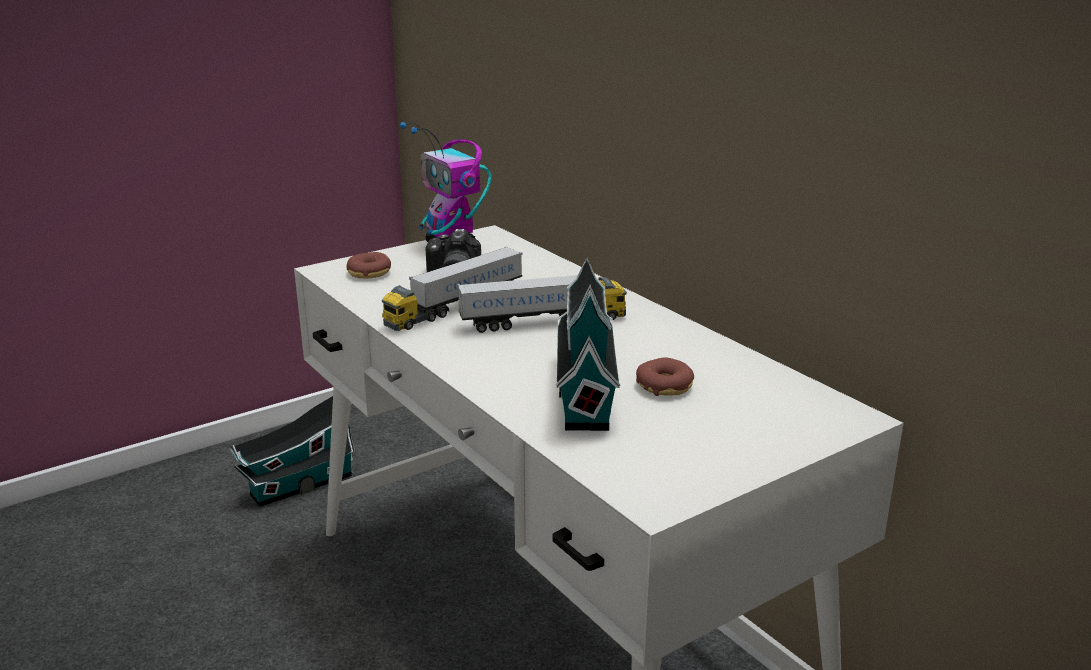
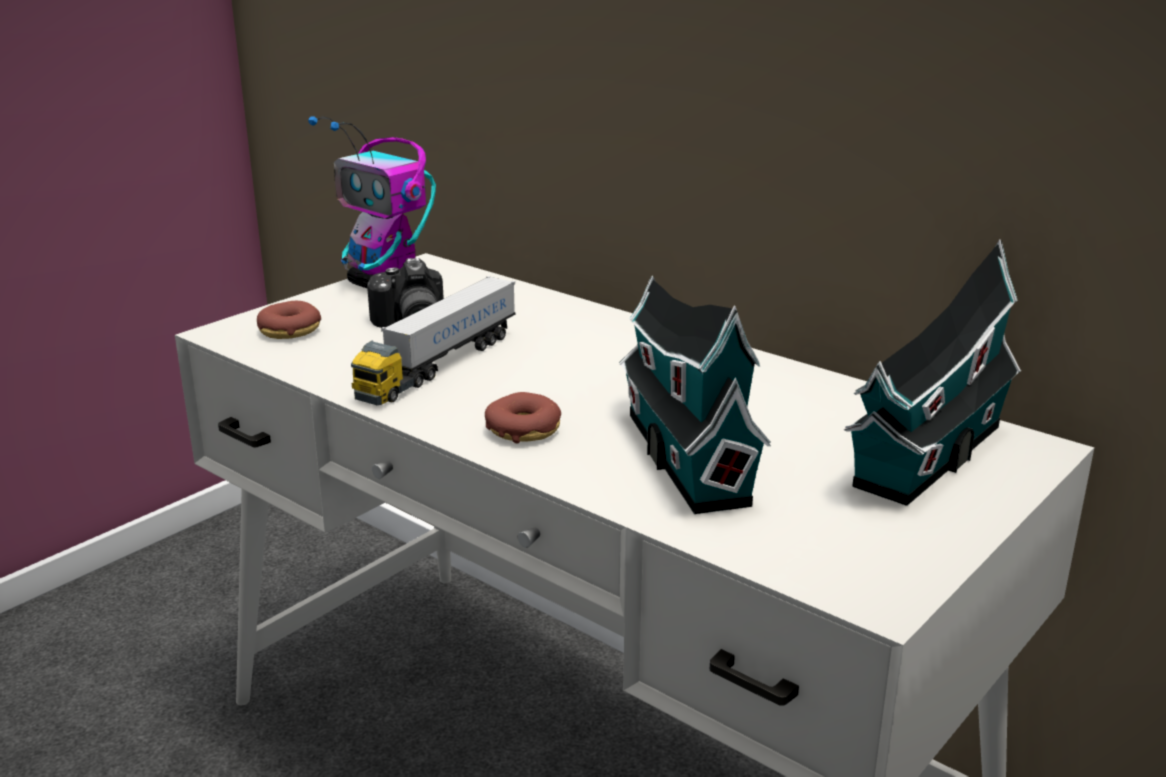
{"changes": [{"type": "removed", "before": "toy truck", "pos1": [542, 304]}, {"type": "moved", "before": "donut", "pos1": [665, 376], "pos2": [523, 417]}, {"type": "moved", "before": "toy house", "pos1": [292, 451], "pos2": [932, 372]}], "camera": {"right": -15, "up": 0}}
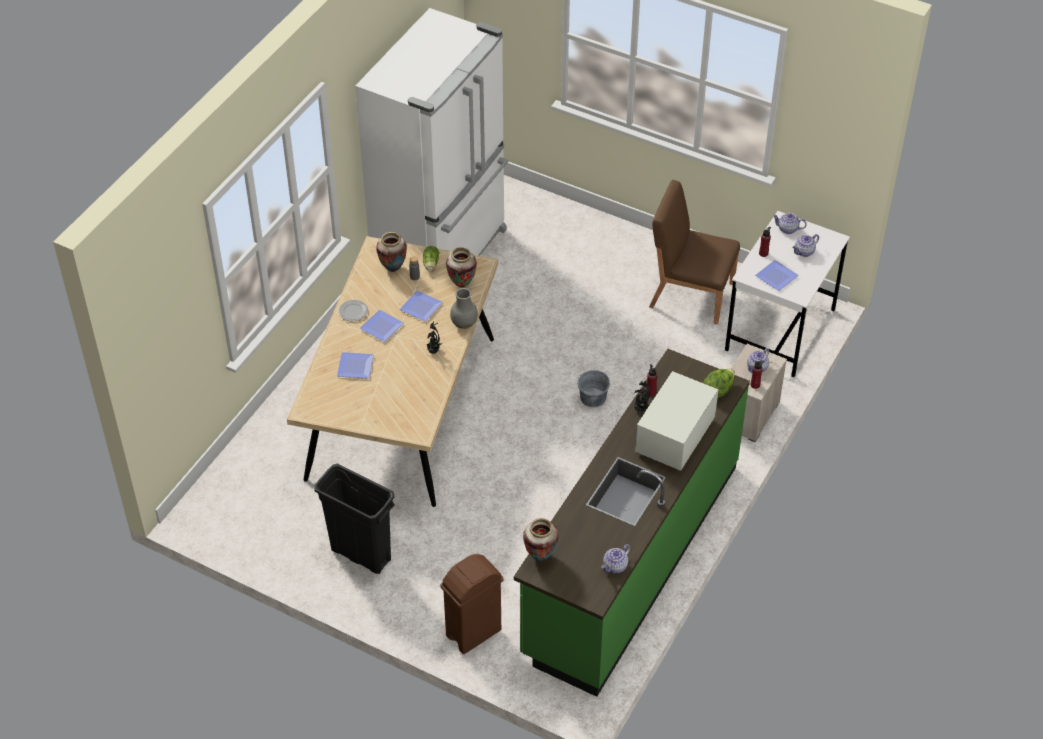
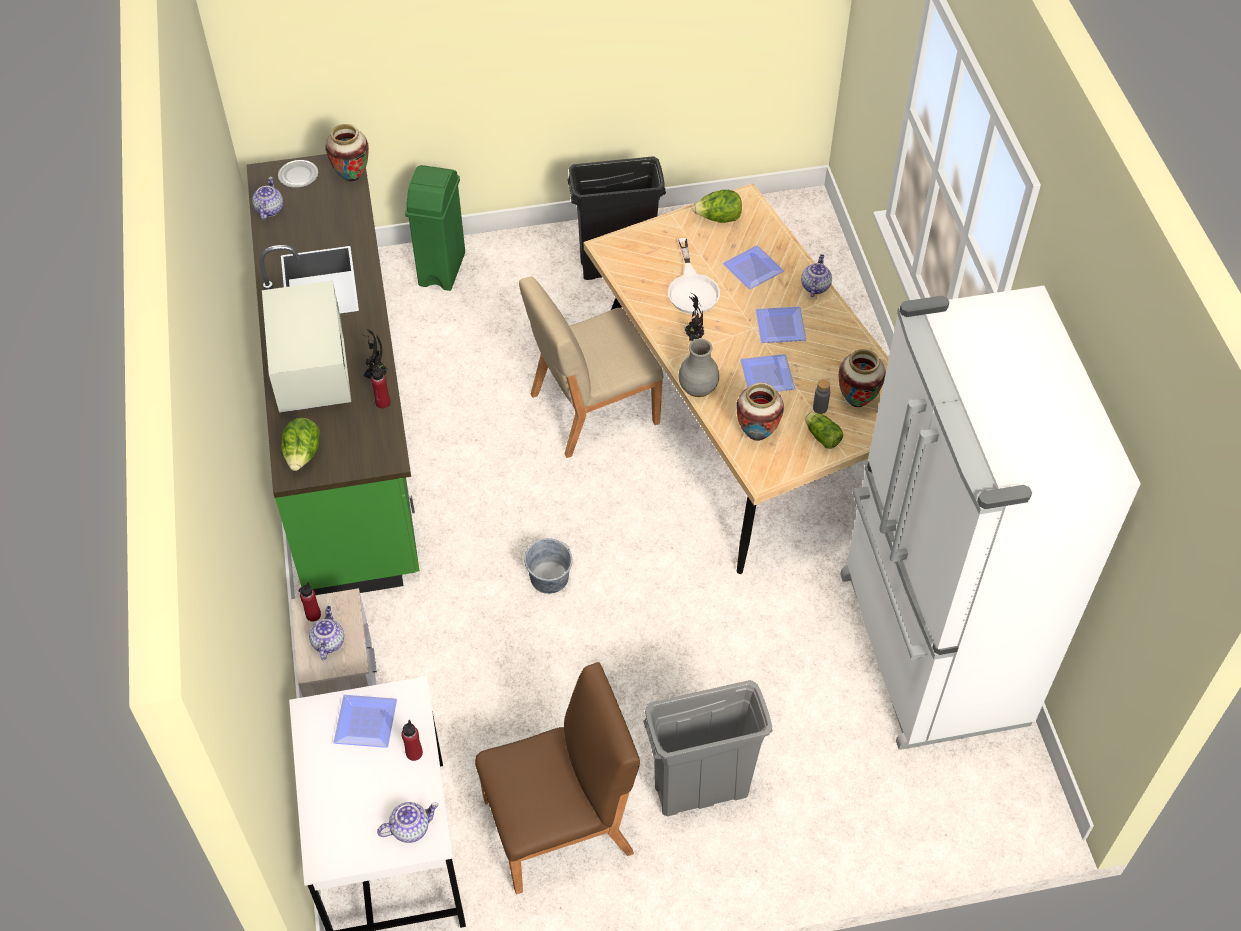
{"changes": [{"type": "moved", "before": "teapot", "pos1": [805, 245], "pos2": [816, 275]}, {"type": "moved", "before": "plate", "pos1": [353, 310], "pos2": [298, 174]}, {"type": "recoloured", "before": "brown trash can", "after": "green trash can", "pos1": [472, 604], "pos2": [435, 228]}, {"type": "added", "after": "lettuce", "pos2": [717, 206]}, {"type": "added", "after": "white frying pan", "pos2": [694, 276]}, {"type": "added", "after": "beige chair", "pos2": [591, 367]}, {"type": "added", "after": "grey trash can", "pos2": [708, 748]}], "camera": {"right": 140, "up": 5}}
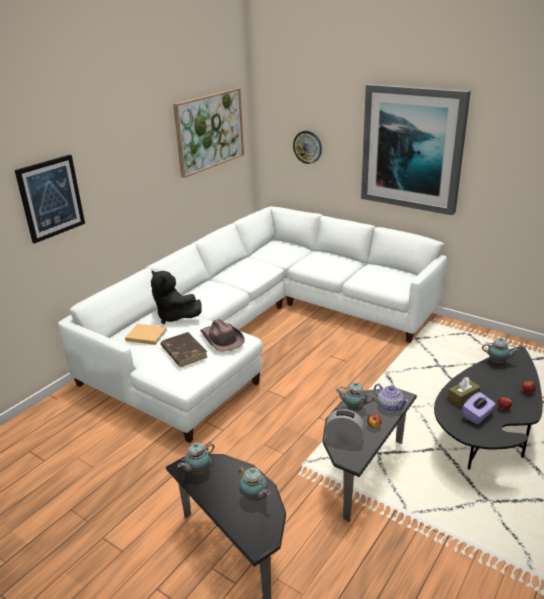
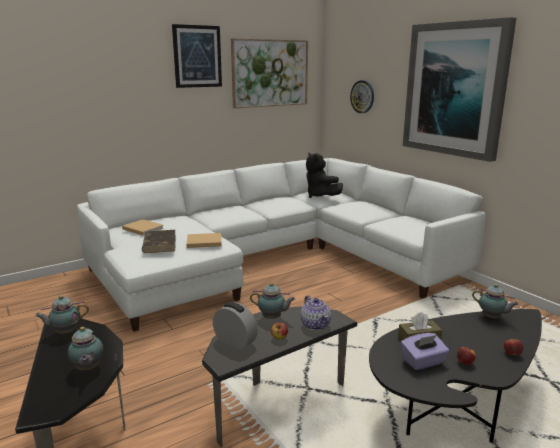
{"changes": [{"type": "moved", "before": "picture", "pos1": [50, 199], "pos2": [197, 56]}, {"type": "moved", "before": "black plush toy", "pos1": [176, 297], "pos2": [324, 175]}, {"type": "replaced", "before": "brown hat", "after": "beige book", "pos1": [222, 335], "pos2": [204, 240]}, {"type": "turned", "before": "teapot", "pos1": [355, 396], "pos2": [273, 301], "turn": 150}], "camera": {"right": 20, "up": -10}}
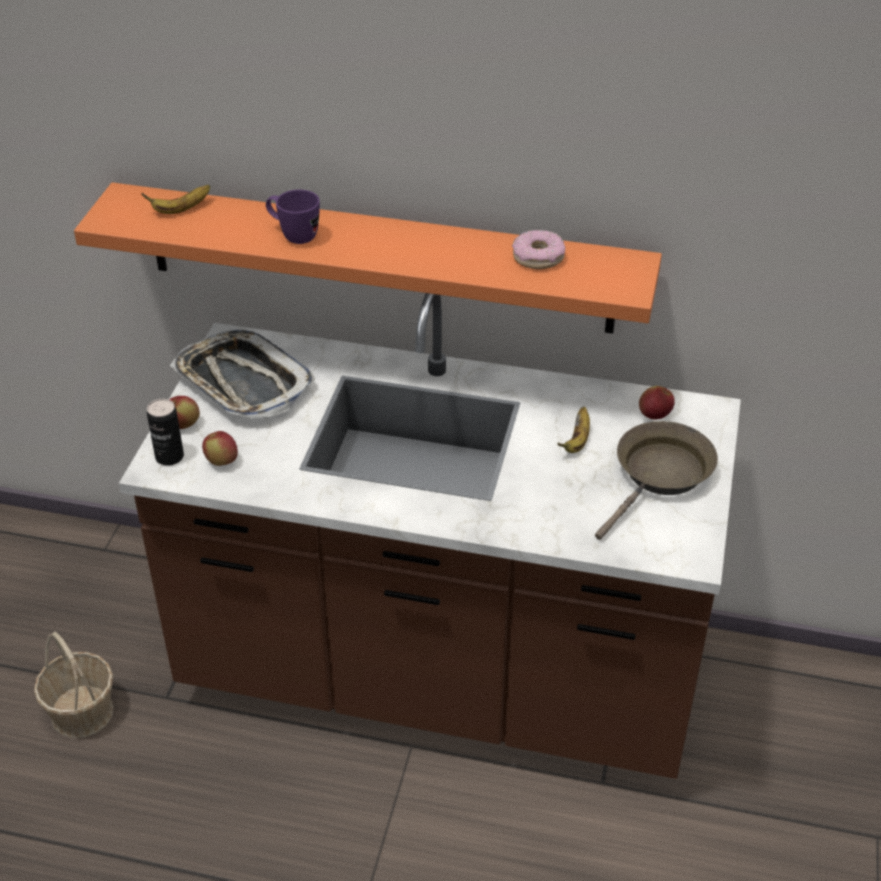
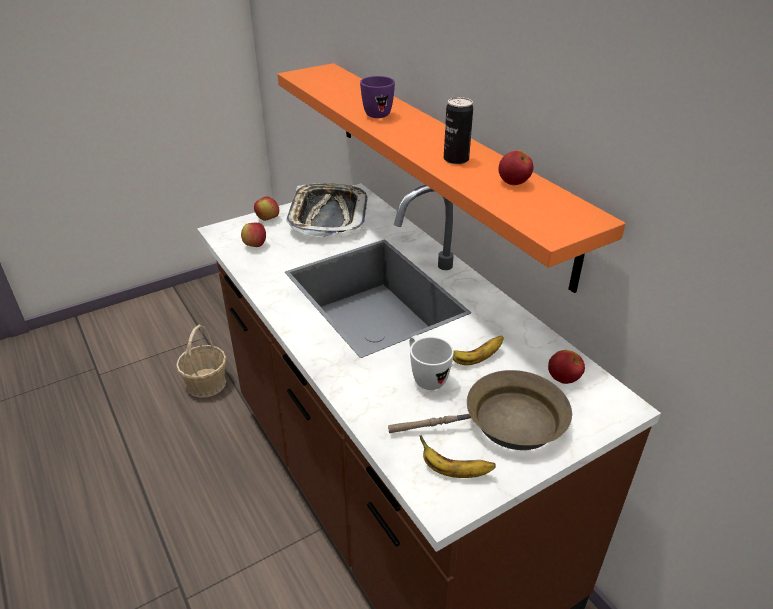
{"changes": [{"type": "moved", "before": "banana", "pos1": [175, 199], "pos2": [457, 456]}, {"type": "replaced", "before": "donut", "after": "apple", "pos1": [538, 249], "pos2": [516, 167]}, {"type": "moved", "before": "can", "pos1": [165, 432], "pos2": [458, 131]}, {"type": "added", "after": "white mug", "pos2": [431, 362]}], "camera": {"right": 45, "up": -5}}
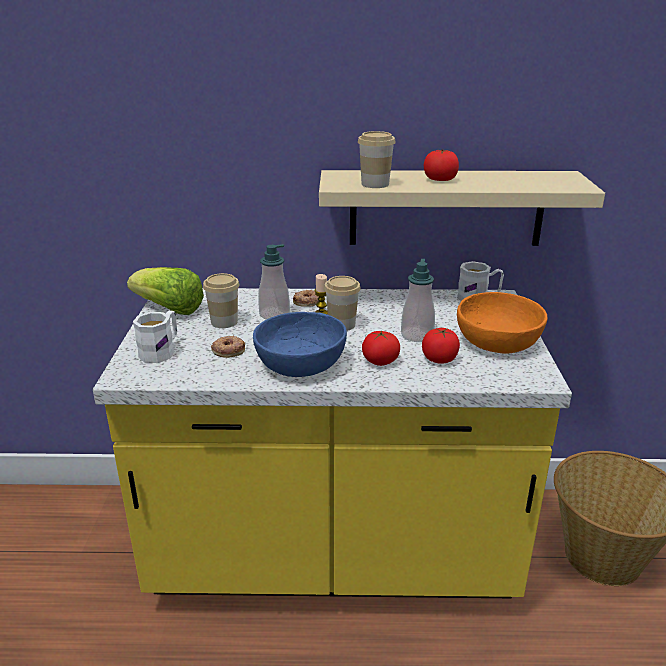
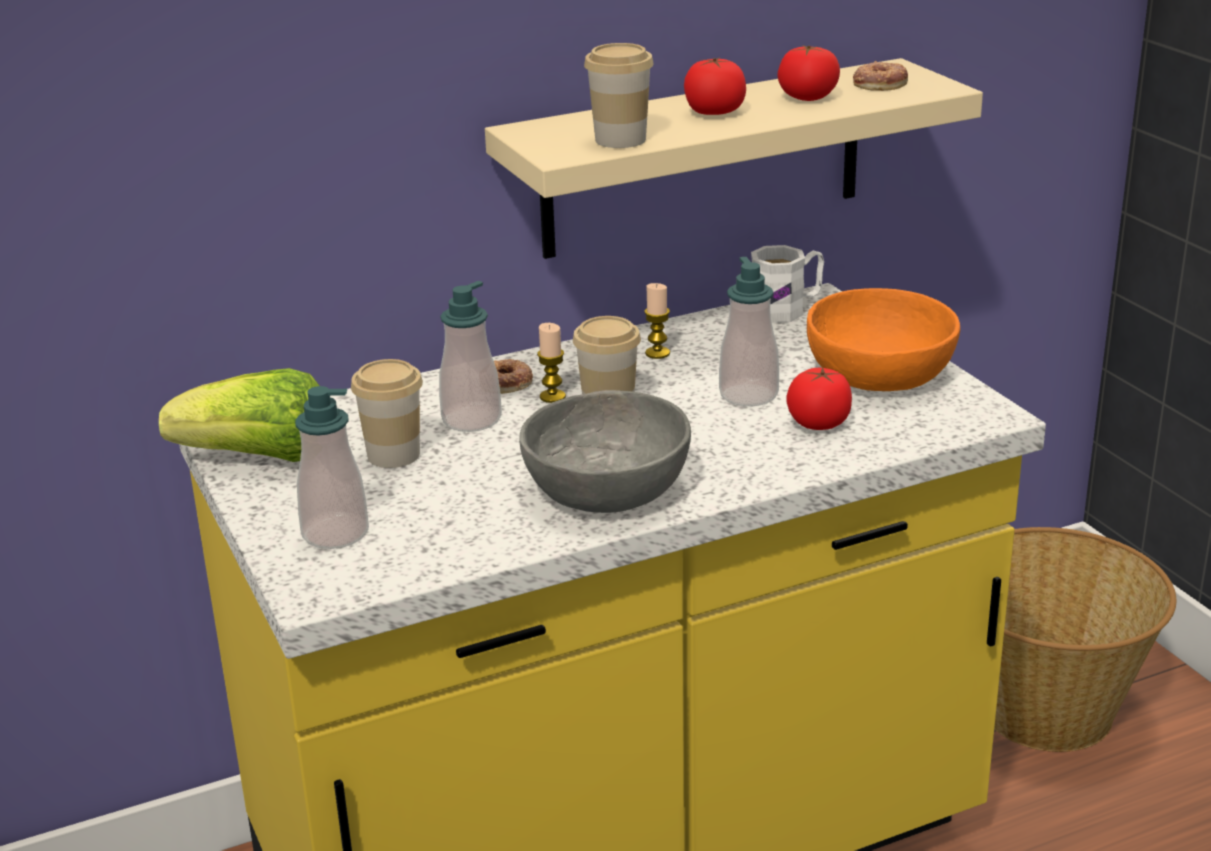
{"changes": [{"type": "replaced", "before": "white mug", "after": "soap dispenser", "pos1": [155, 337], "pos2": [332, 467]}, {"type": "recoloured", "before": "blue bowl", "after": "grey bowl", "pos1": [300, 344], "pos2": [605, 451]}, {"type": "moved", "before": "tomato", "pos1": [381, 348], "pos2": [808, 73]}, {"type": "moved", "before": "donut", "pos1": [228, 346], "pos2": [880, 76]}, {"type": "added", "after": "candle", "pos2": [657, 321]}], "camera": {"right": -25, "up": 0}}
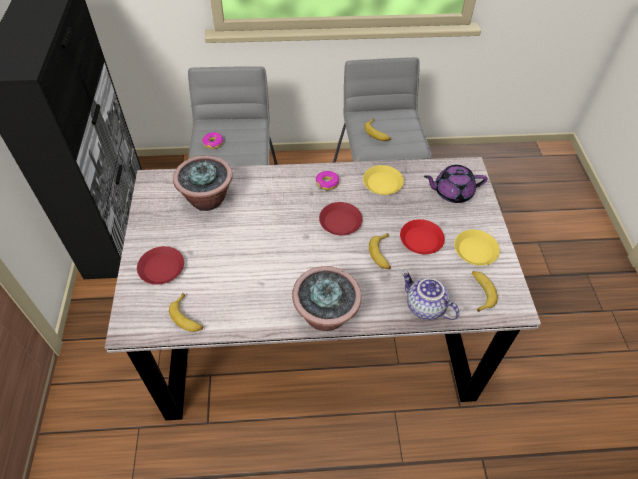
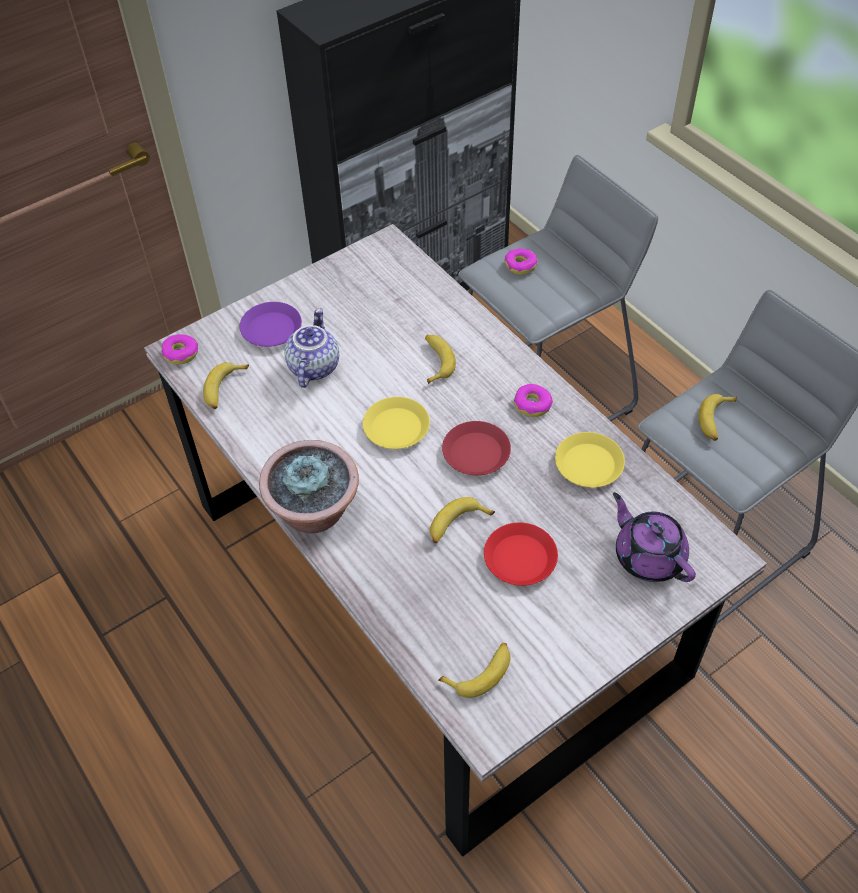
{"changes": [{"type": "removed", "before": "potted plant", "pos1": [203, 183]}, {"type": "moved", "before": "yellow plate", "pos1": [477, 248], "pos2": [396, 423]}, {"type": "recoloured", "before": "red plate", "after": "purple plate", "pos1": [160, 265], "pos2": [270, 324]}, {"type": "moved", "before": "teapot", "pos1": [430, 295], "pos2": [311, 348]}, {"type": "added", "after": "donut", "pos2": [180, 349]}, {"type": "added", "after": "banana", "pos2": [440, 359]}], "camera": {"right": 60, "up": 0}}
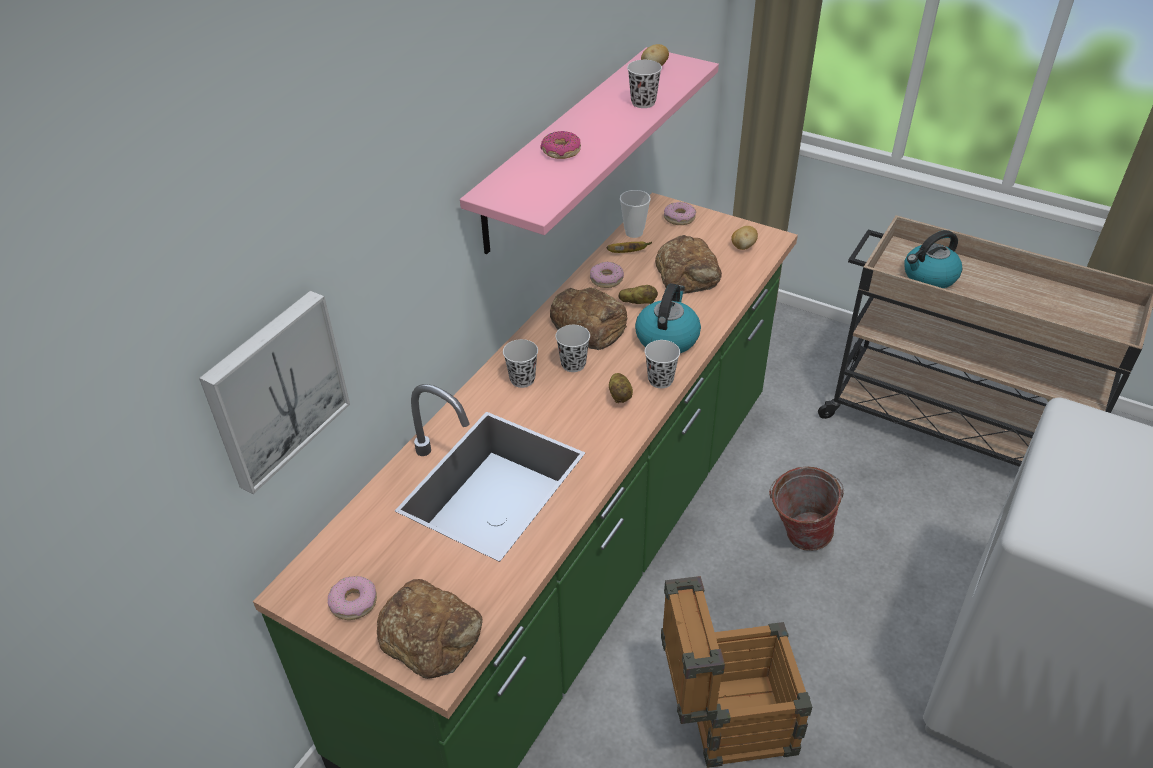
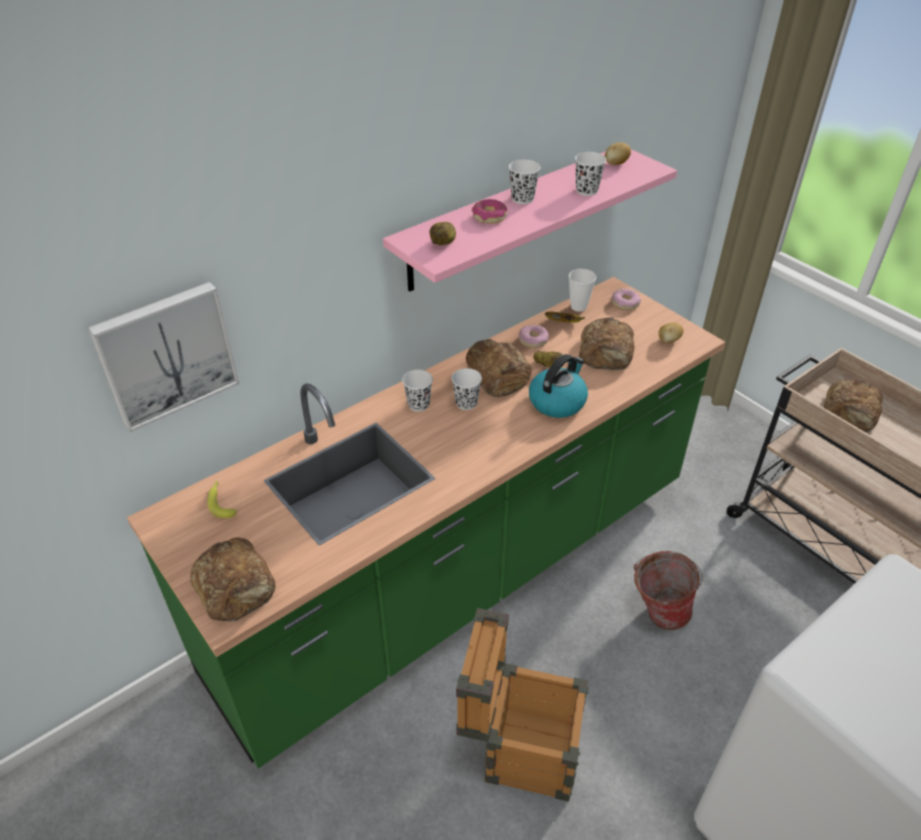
{"changes": [{"type": "replaced", "before": "kettle", "after": "bread", "pos1": [933, 259], "pos2": [853, 405]}, {"type": "moved", "before": "white cup", "pos1": [662, 364], "pos2": [524, 182]}, {"type": "moved", "before": "potato", "pos1": [621, 388], "pos2": [443, 233]}, {"type": "removed", "before": "donut", "pos1": [352, 598]}, {"type": "added", "after": "banana", "pos2": [222, 499]}], "camera": {"right": 20, "up": 0}}
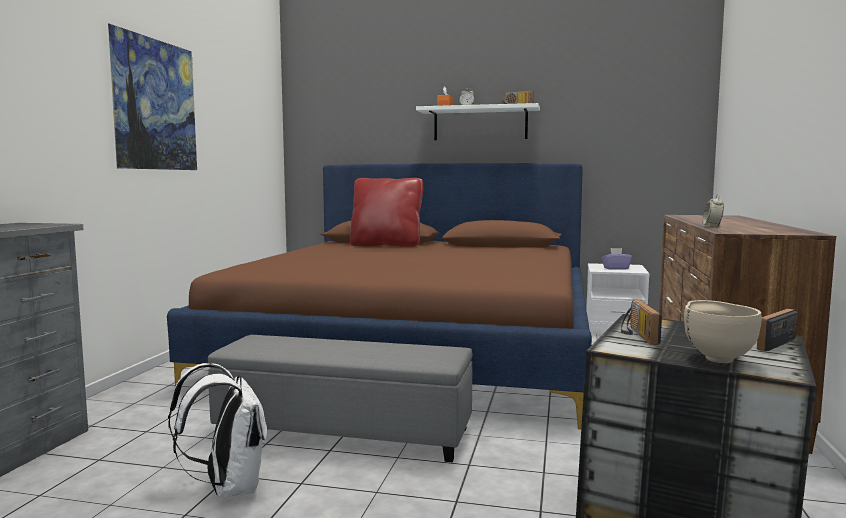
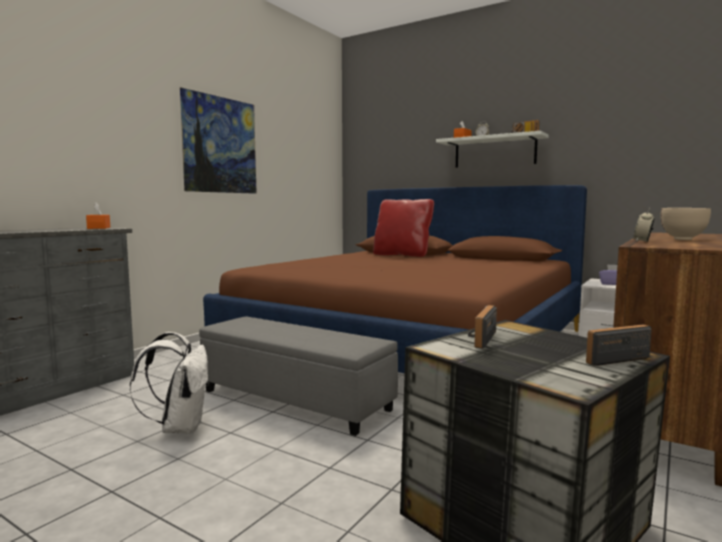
{"changes": [{"type": "moved", "before": "beige bowl", "pos1": [723, 331], "pos2": [686, 224]}, {"type": "added", "after": "orange tissue box", "pos2": [98, 215]}], "camera": {"right": 20, "up": 0}}
